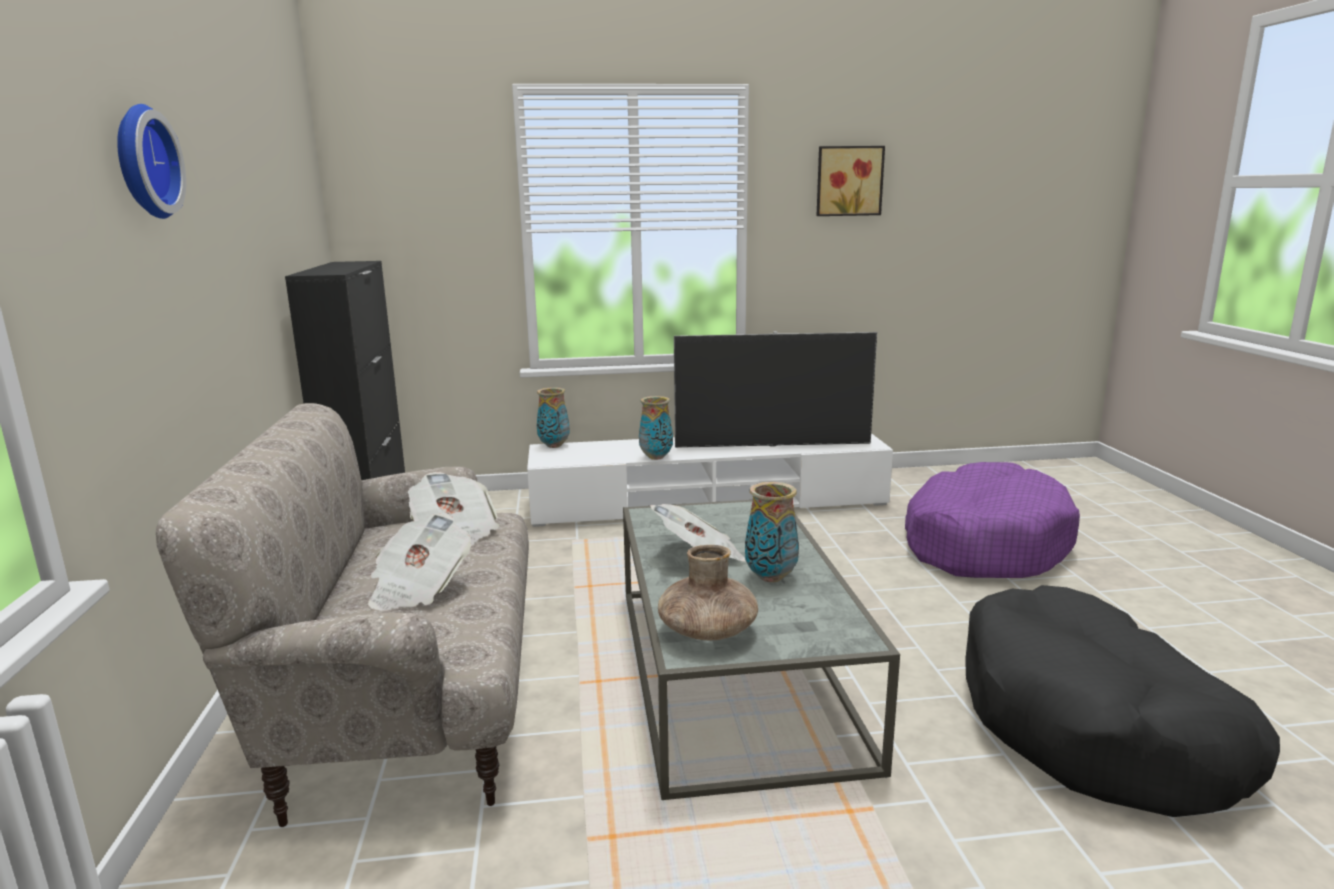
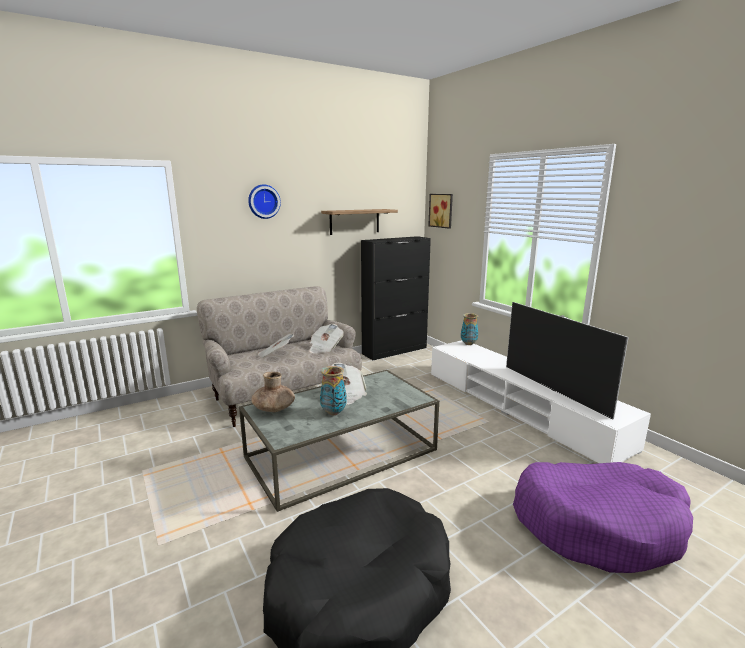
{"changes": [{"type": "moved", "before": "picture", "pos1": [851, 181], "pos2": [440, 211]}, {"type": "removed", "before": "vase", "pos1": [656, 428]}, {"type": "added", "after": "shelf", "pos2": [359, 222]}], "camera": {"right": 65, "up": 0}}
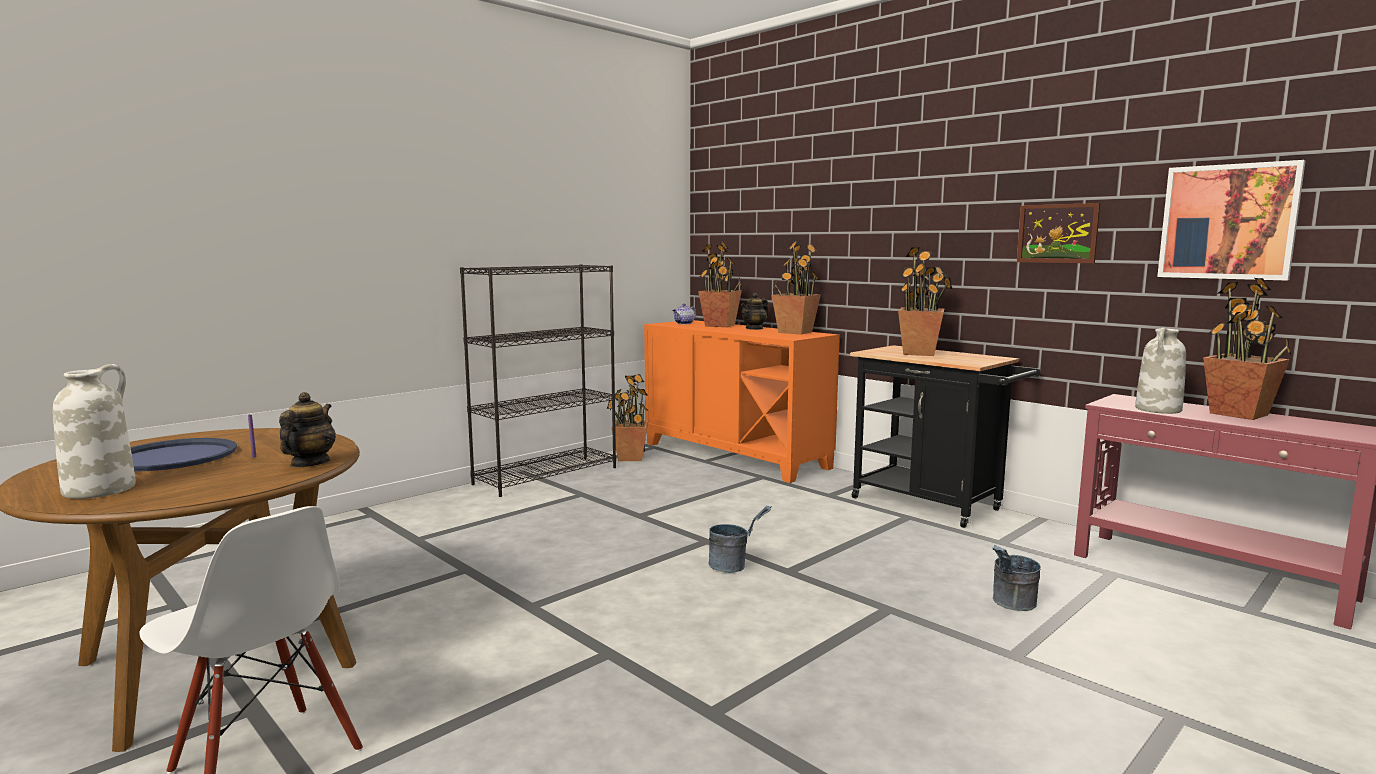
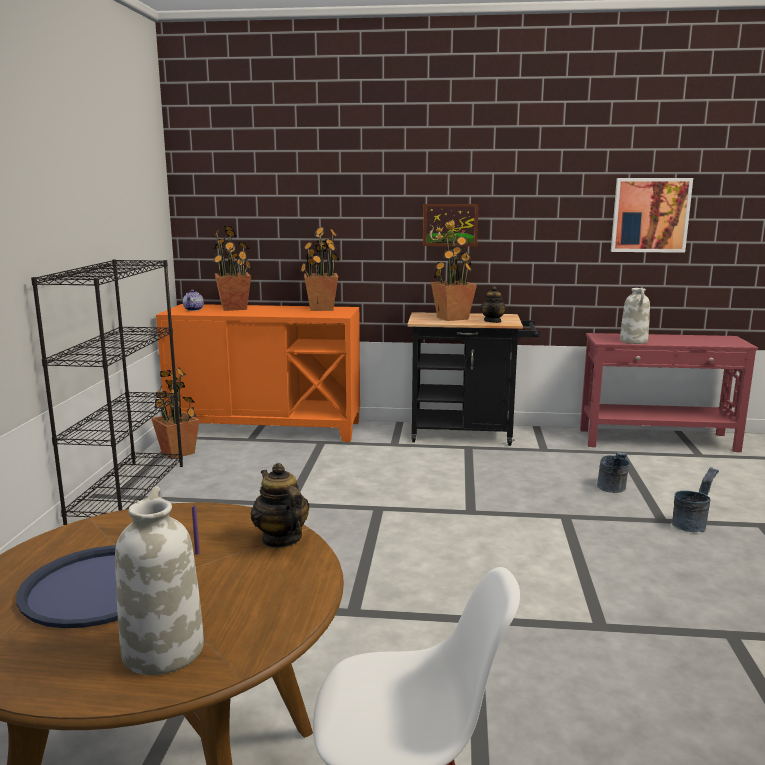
{"changes": [{"type": "moved", "before": "picture", "pos1": [1058, 233], "pos2": [451, 225]}, {"type": "removed", "before": "potted plant", "pos1": [1247, 349]}, {"type": "moved", "before": "teapot", "pos1": [755, 311], "pos2": [493, 304]}, {"type": "moved", "before": "grey bucket", "pos1": [740, 539], "pos2": [695, 500]}], "camera": {"right": -40, "up": 5}}
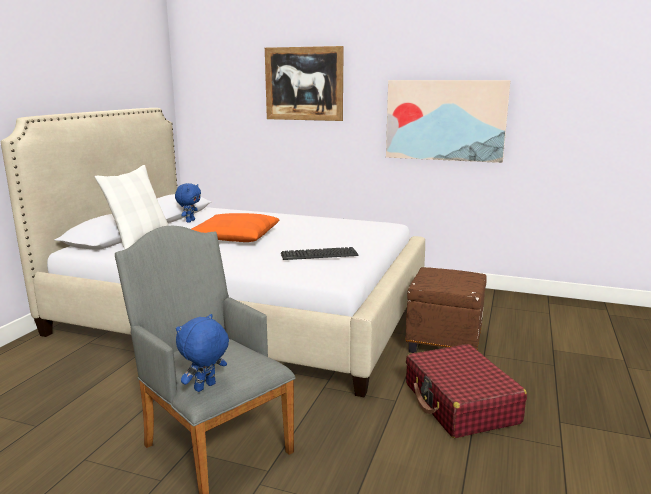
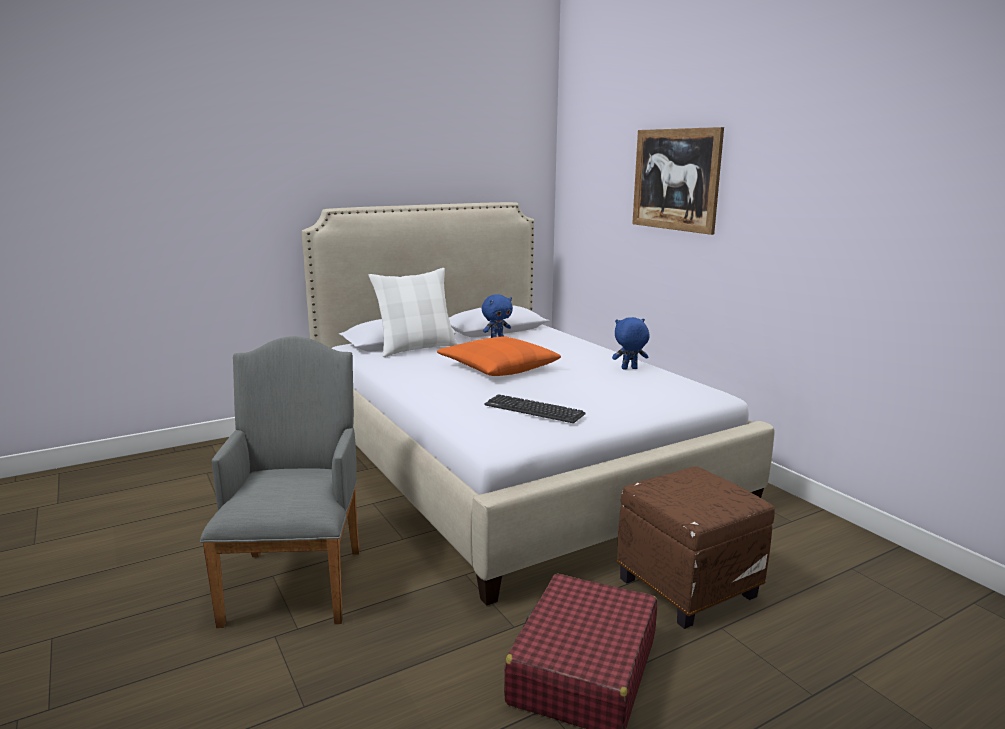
{"changes": [{"type": "removed", "before": "picture", "pos1": [448, 121]}, {"type": "moved", "before": "blue plush toy", "pos1": [202, 353], "pos2": [630, 343]}], "camera": {"right": 40, "up": 0}}
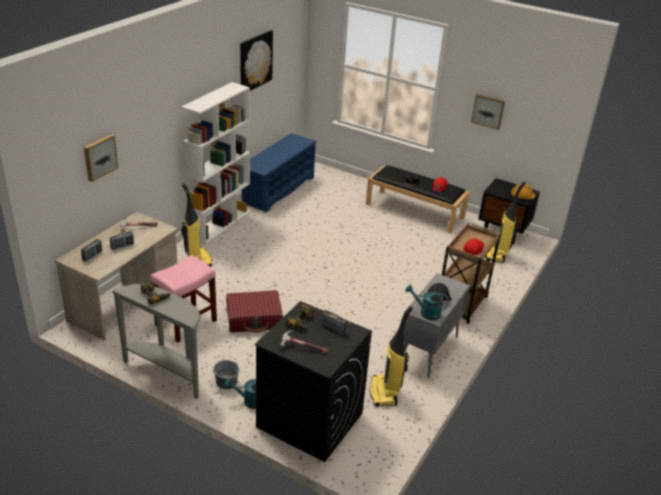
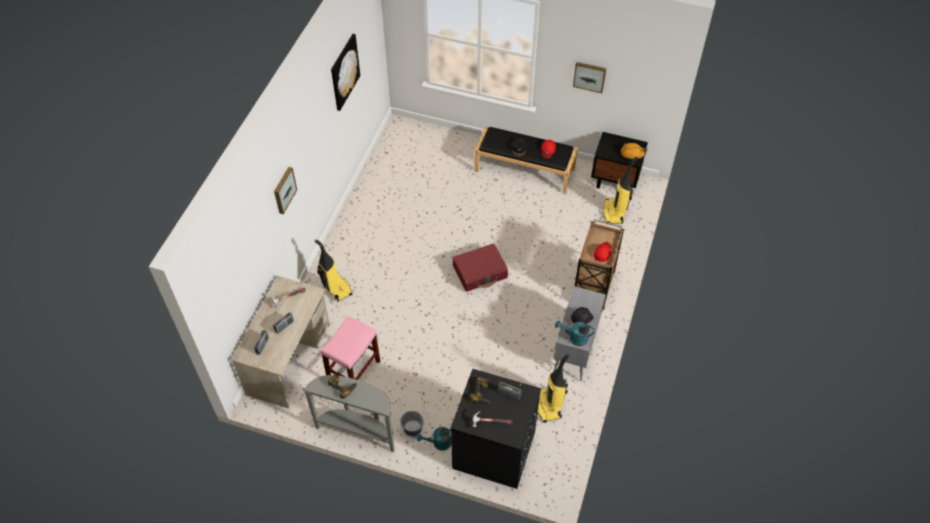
{"changes": [{"type": "removed", "before": "white bookcase", "pos1": [215, 163]}, {"type": "removed", "before": "blue shoe rack", "pos1": [279, 173]}, {"type": "moved", "before": "picture", "pos1": [101, 158], "pos2": [285, 190]}, {"type": "moved", "before": "red suitcase", "pos1": [254, 311], "pos2": [480, 267]}], "camera": {"right": -10, "up": 20}}
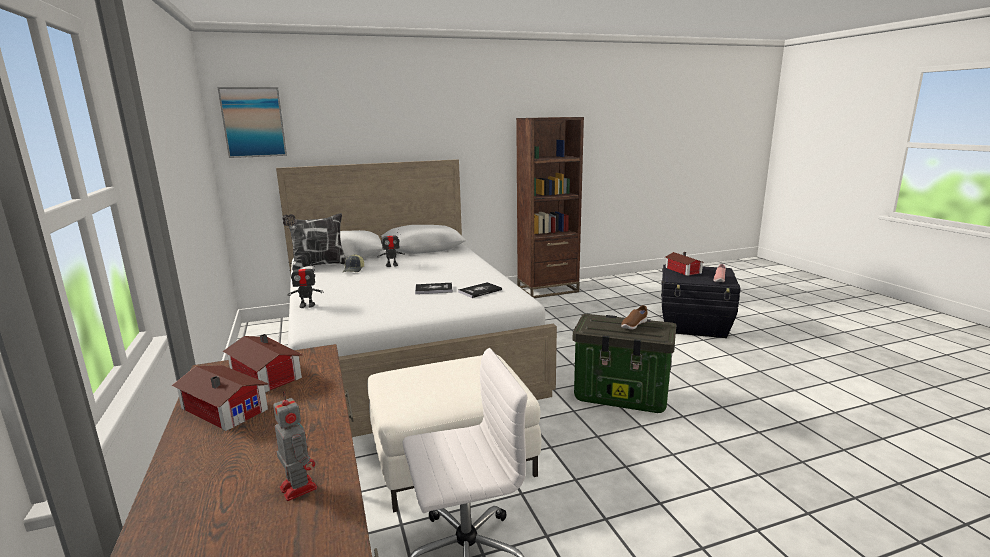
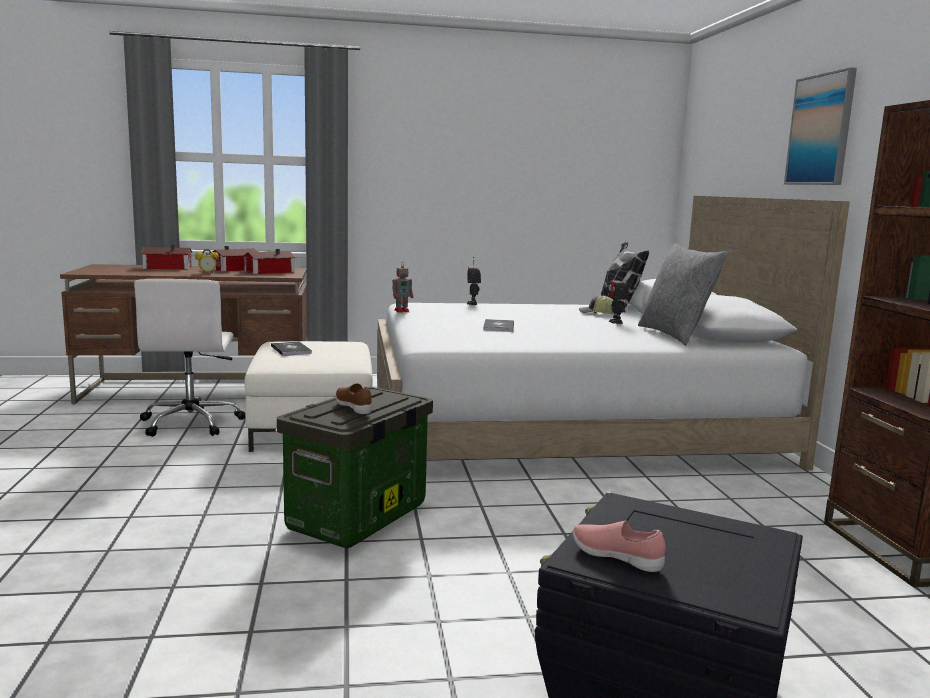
{"changes": [{"type": "moved", "before": "picture", "pos1": [252, 122], "pos2": [820, 126]}, {"type": "moved", "before": "toy house", "pos1": [685, 264], "pos2": [166, 257]}, {"type": "moved", "before": "book", "pos1": [480, 290], "pos2": [291, 349]}, {"type": "moved", "before": "toy robot", "pos1": [295, 446], "pos2": [403, 287]}, {"type": "added", "after": "grey pillow", "pos2": [683, 294]}, {"type": "added", "after": "alarm clock", "pos2": [207, 261]}], "camera": {"right": 100, "up": -5}}
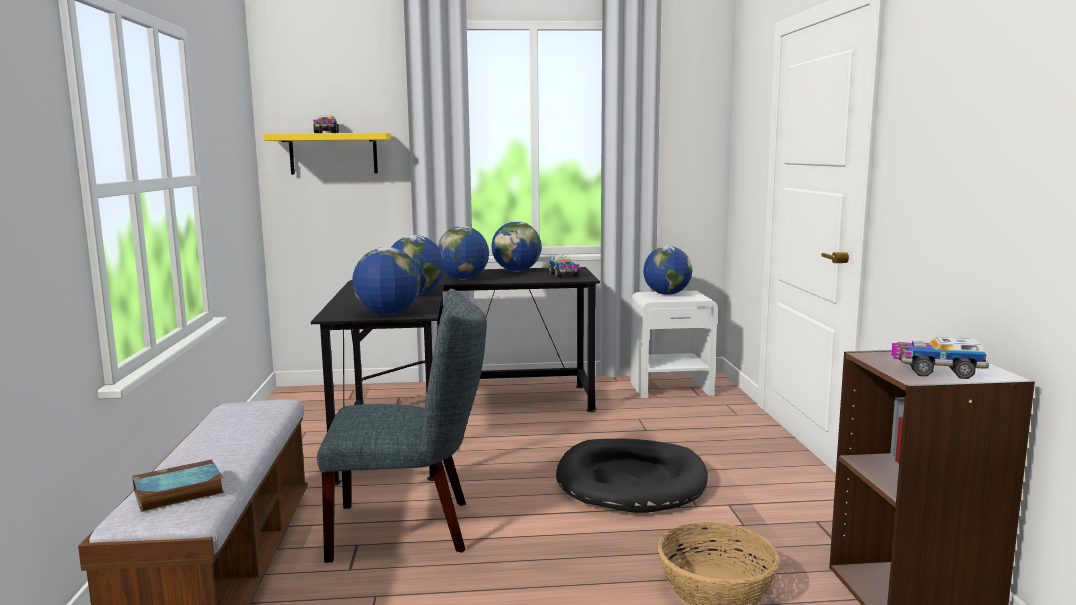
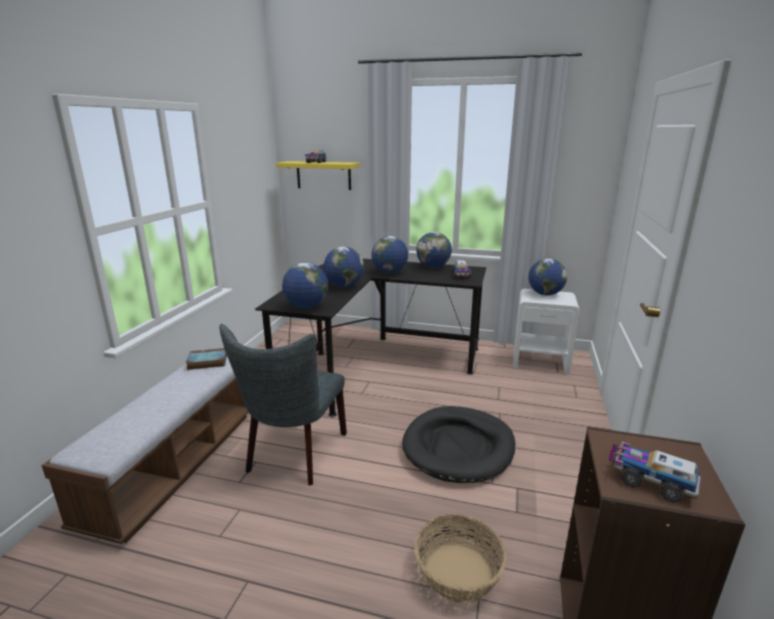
{"changes": [{"type": "turned", "before": "grey chair", "pos1": [402, 426], "pos2": [283, 404], "turn": 90}, {"type": "moved", "before": "book", "pos1": [178, 485], "pos2": [206, 359]}], "camera": {"right": 20, "up": 10}}
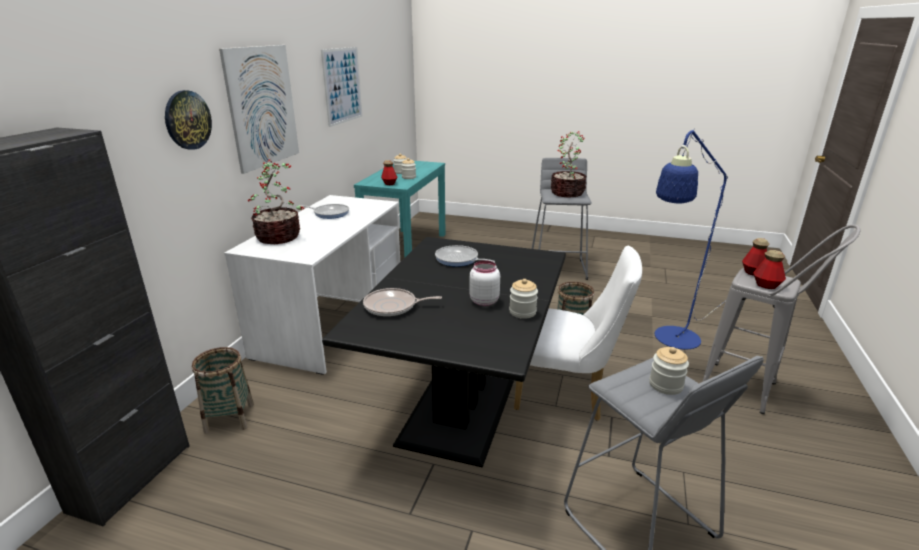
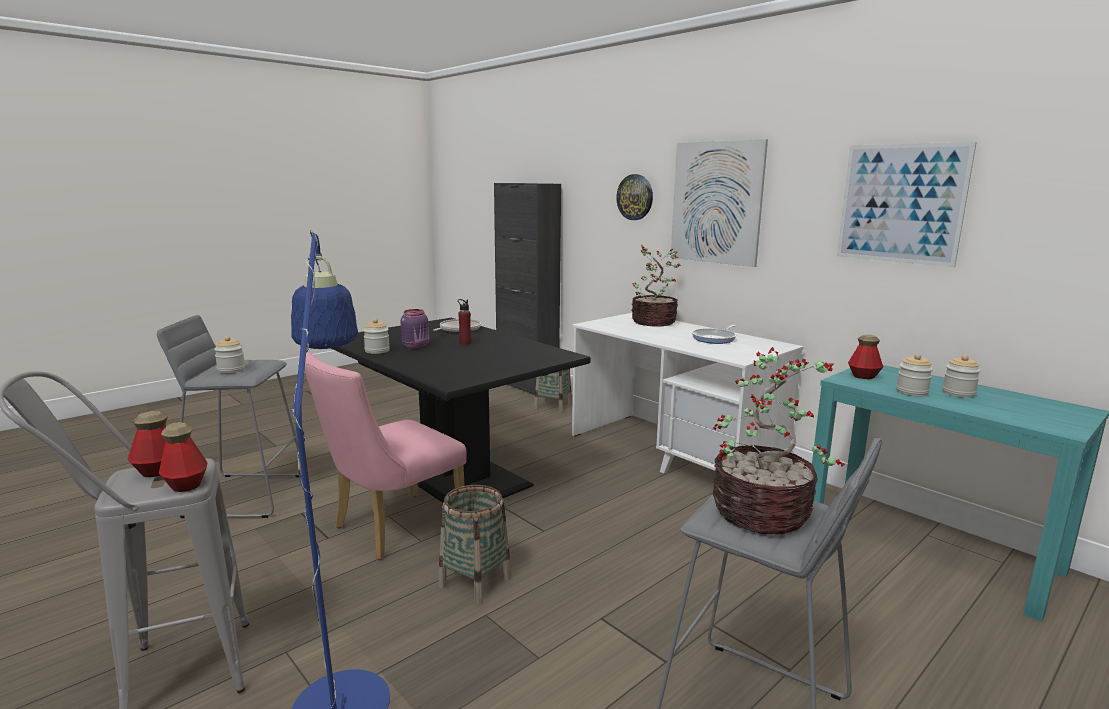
{"changes": [{"type": "removed", "before": "frying pan", "pos1": [465, 256]}, {"type": "recoloured", "before": "white chair", "after": "pink chair", "pos1": [578, 333], "pos2": [385, 456]}, {"type": "recoloured", "before": "white jar", "after": "purple jar", "pos1": [484, 283], "pos2": [415, 329]}, {"type": "added", "after": "red bottle", "pos2": [464, 322]}], "camera": {"right": 120, "up": -10}}
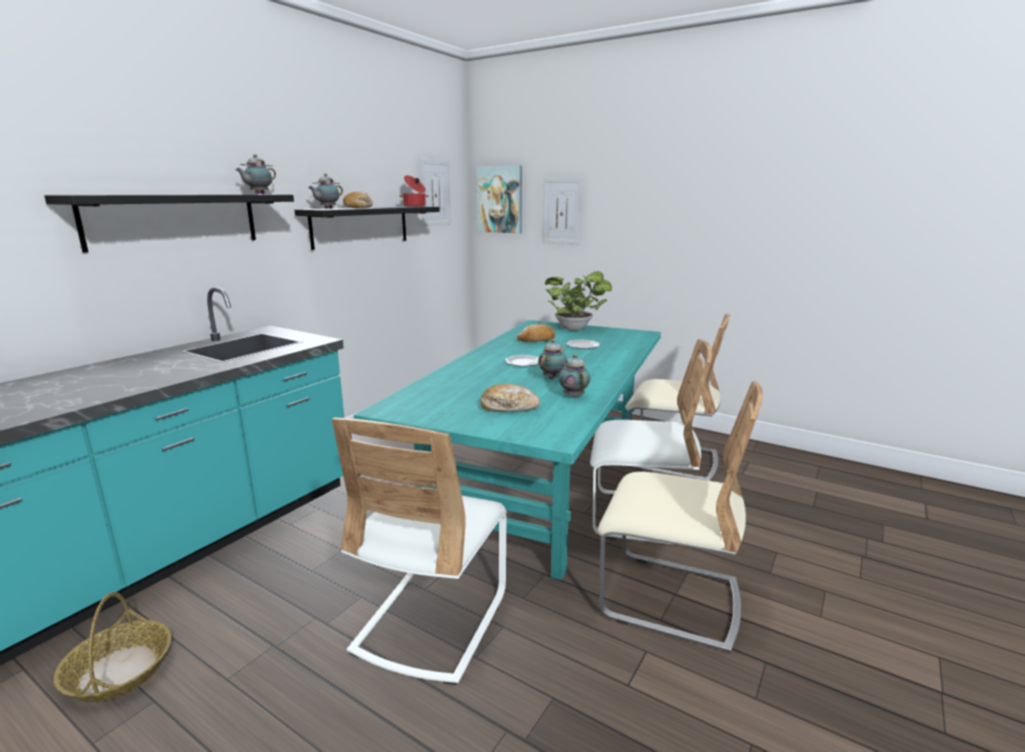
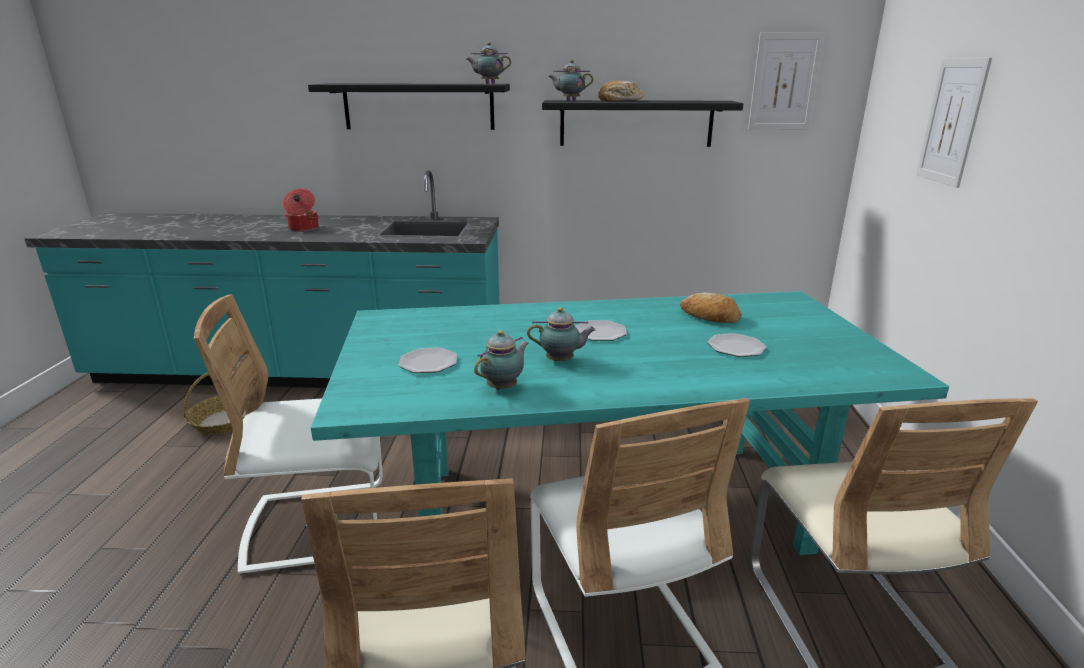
{"changes": [{"type": "removed", "before": "picture", "pos1": [499, 199]}, {"type": "moved", "before": "cooking pot", "pos1": [414, 191], "pos2": [301, 209]}, {"type": "removed", "before": "potted plant", "pos1": [578, 301]}, {"type": "replaced", "before": "bread", "after": "plate", "pos1": [510, 398], "pos2": [428, 360]}], "camera": {"right": 60, "up": 5}}
